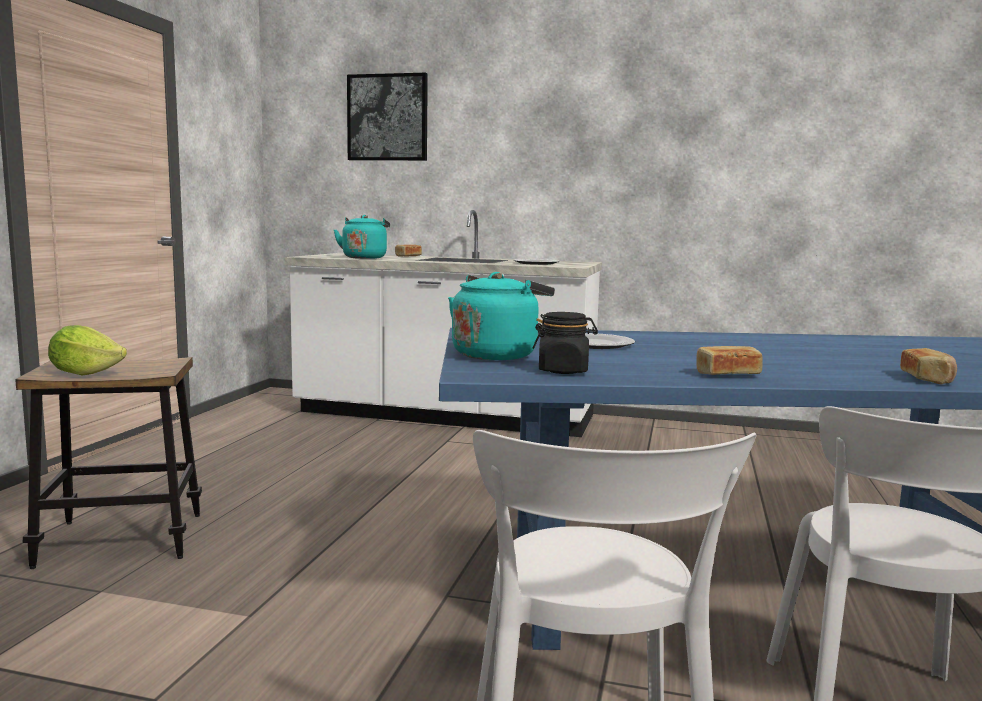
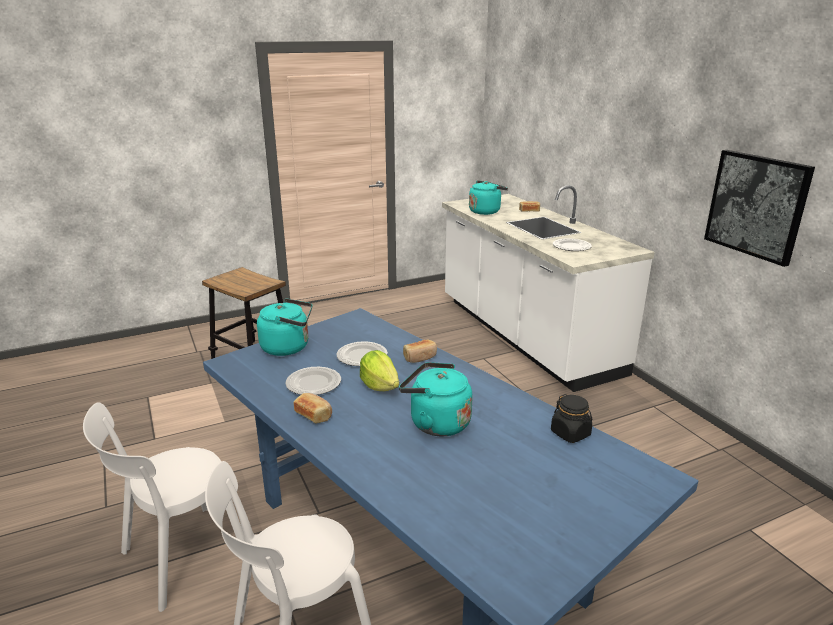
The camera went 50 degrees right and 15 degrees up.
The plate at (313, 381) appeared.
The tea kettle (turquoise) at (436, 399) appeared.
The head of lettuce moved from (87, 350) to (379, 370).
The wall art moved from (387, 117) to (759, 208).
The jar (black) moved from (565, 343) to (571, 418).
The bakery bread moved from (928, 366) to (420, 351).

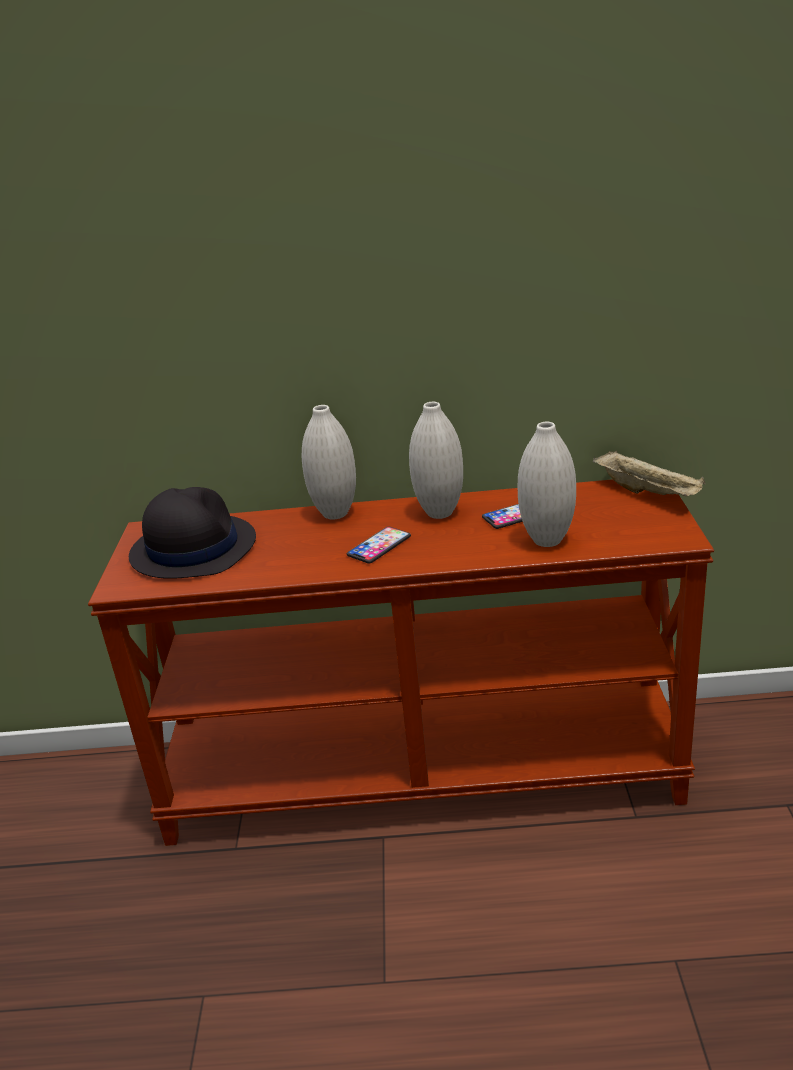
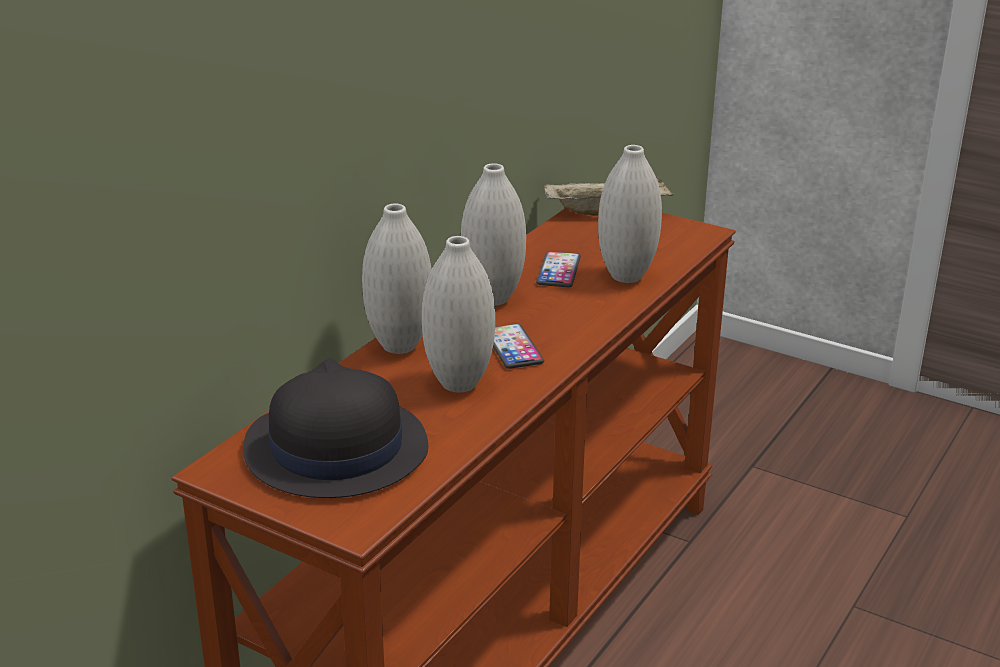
The camera went 60 degrees left and 0 degrees up.
The vase (white) at (458, 314) appeared.

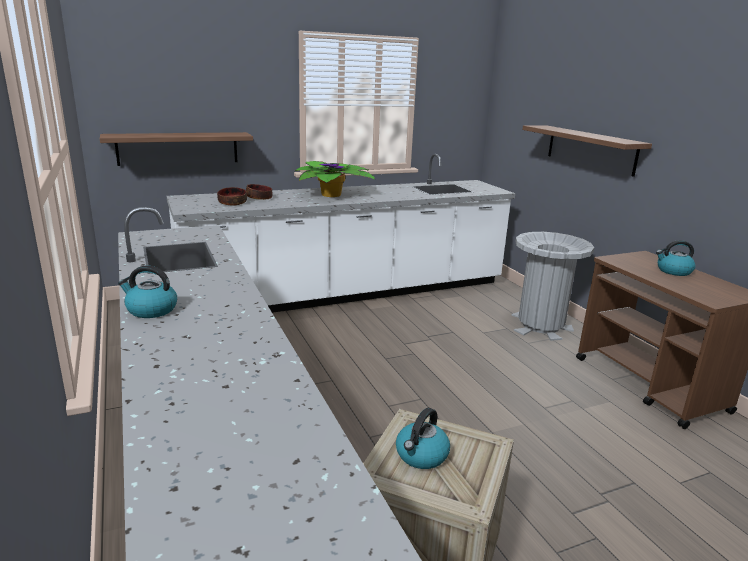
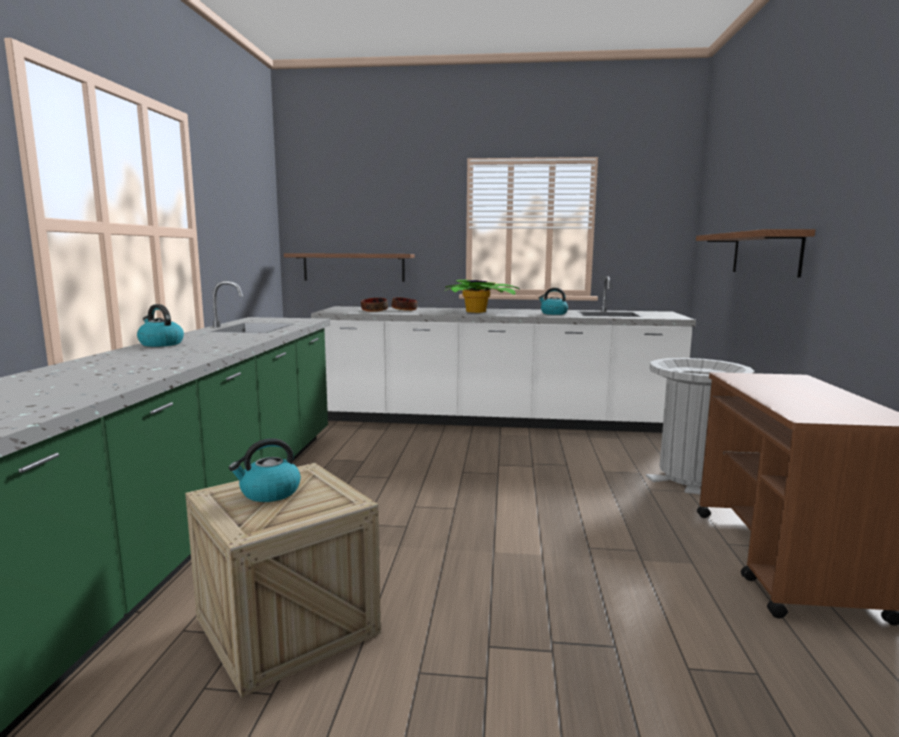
The camera went 30 degrees right and 10 degrees down.
The tea kettle moved from (675, 258) to (553, 301).

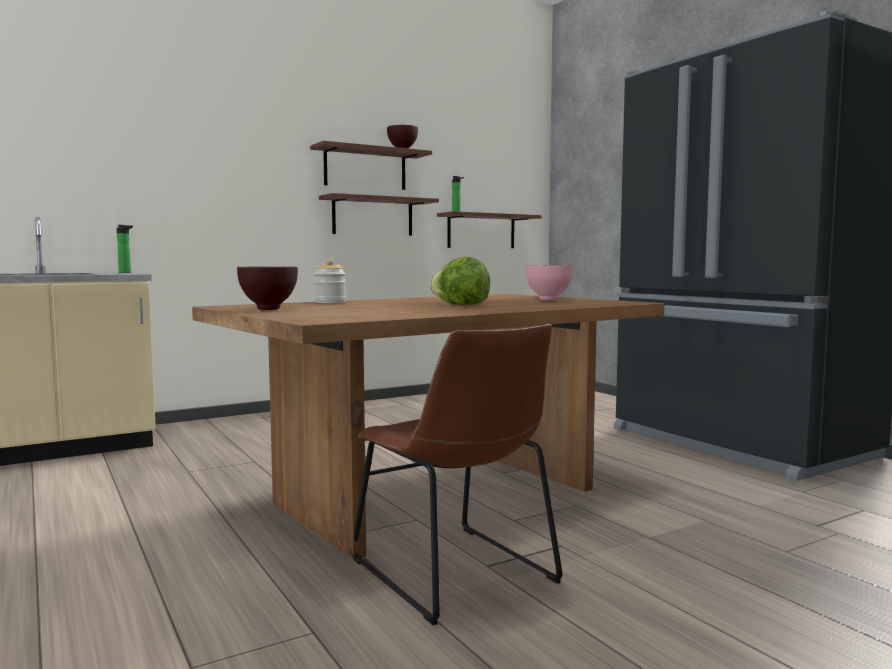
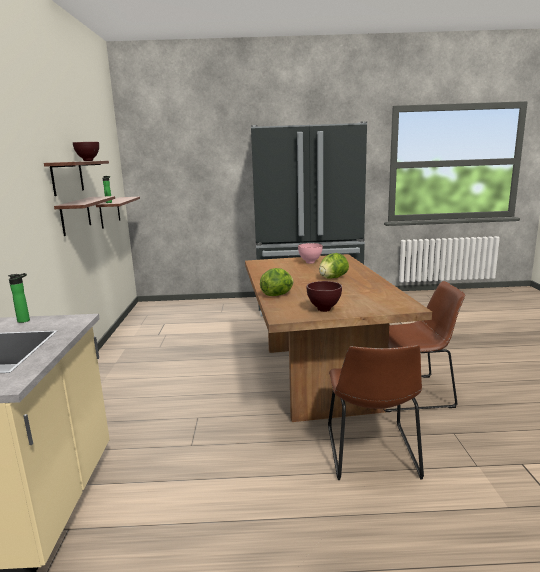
The camera went 60 degrees left and 10 degrees up.
The plain chair (brownish) at (376, 412) appeared.
The jar at (330, 281) was replaced by the head of lettuce at (276, 282).

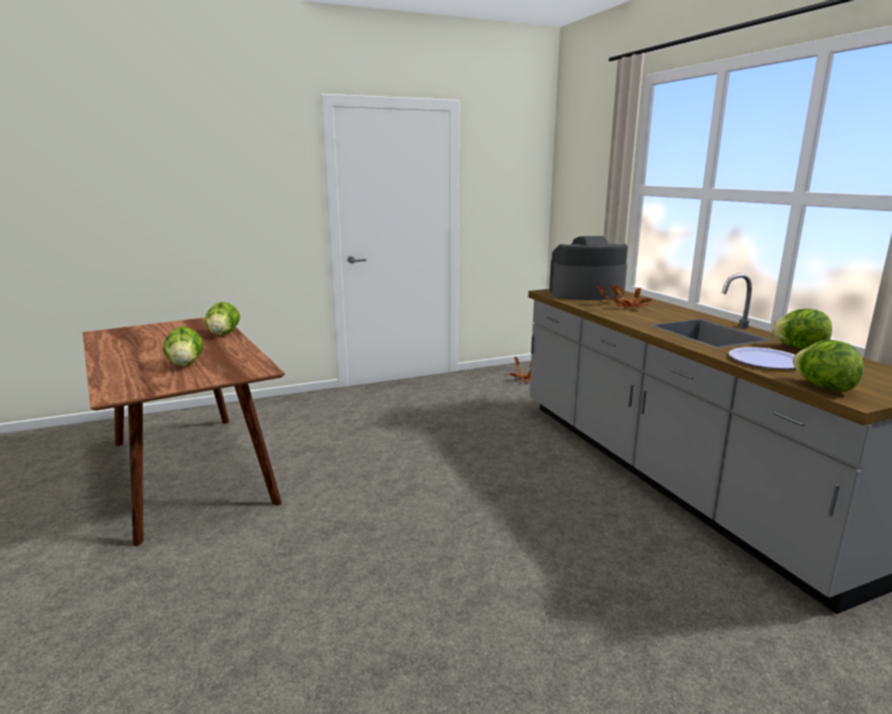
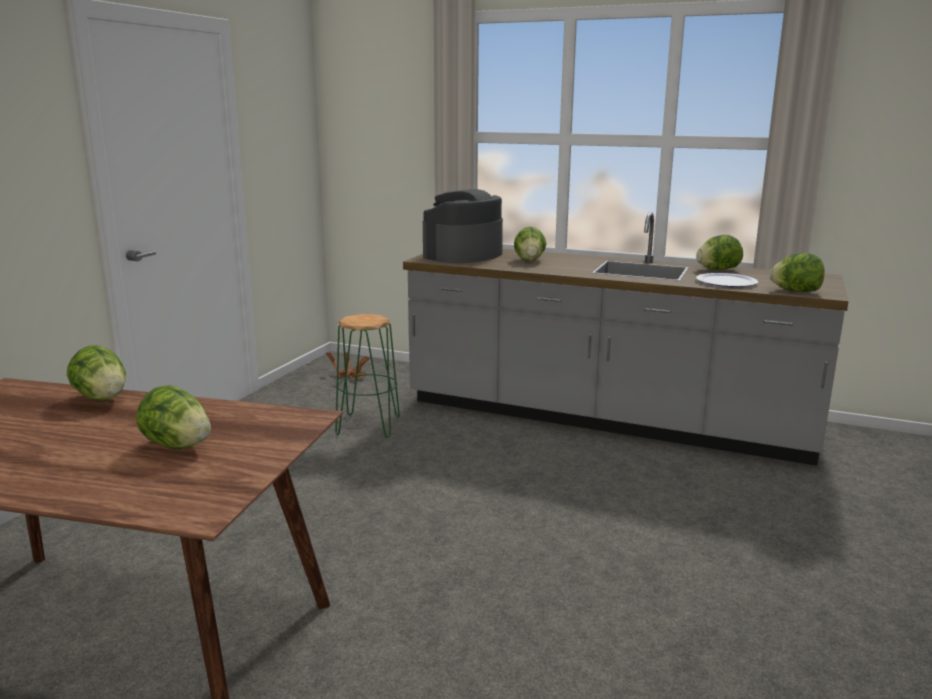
The camera went 45 degrees left and 0 degrees up.
The stool (green) at (367, 376) appeared.
The houseplant at (624, 296) was replaced by the head of lettuce at (530, 244).

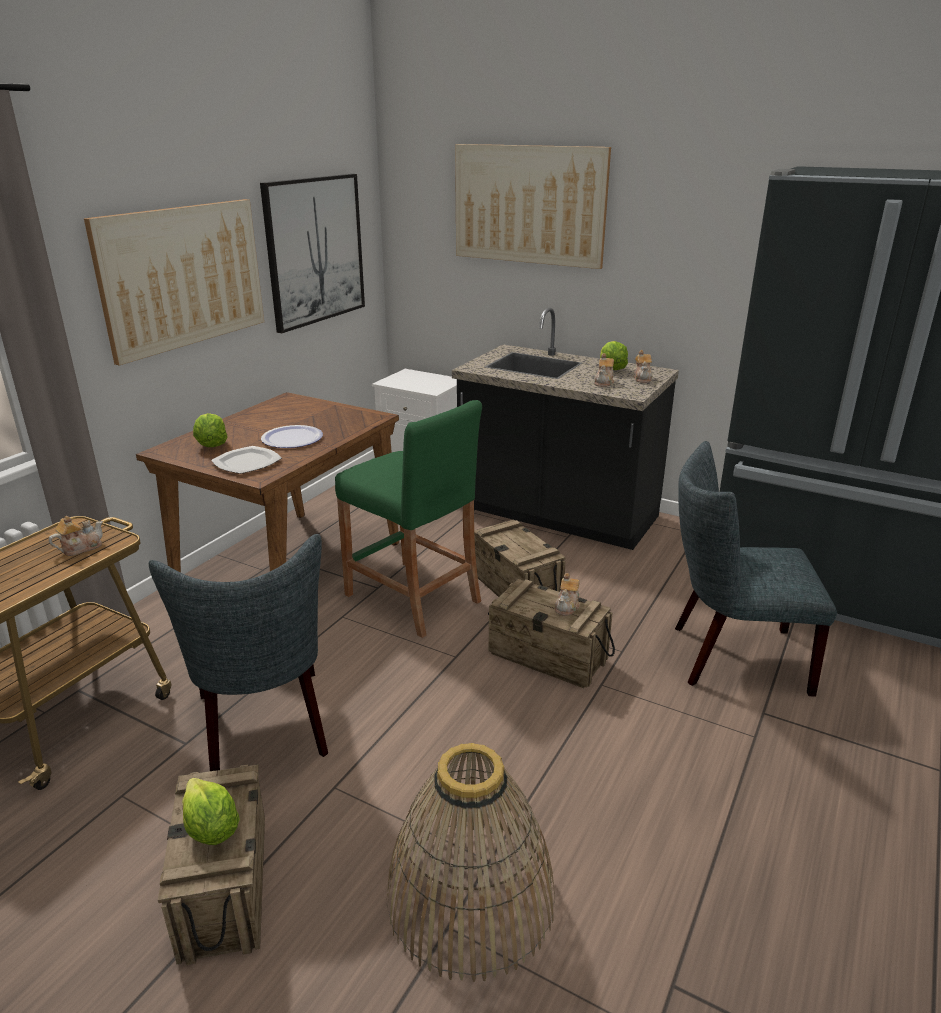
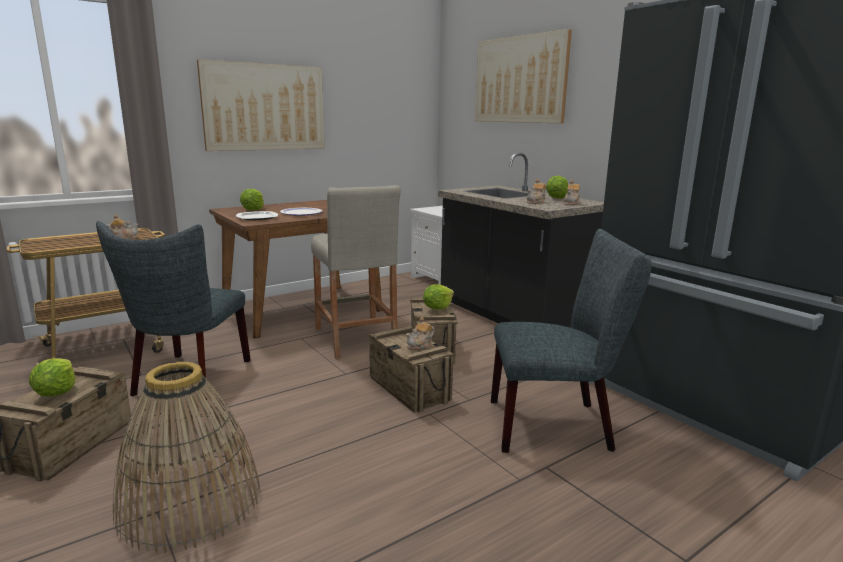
The camera went 25 degrees right and 10 degrees down.
The wall art at (312, 253) disappeared.
The head of lettuce at (438, 296) appeared.
The stool (green) at (408, 519) became the stool (sand-coloured) at (356, 272).
The plain chair (gray) at (756, 569) turned 150 degrees clockwise.

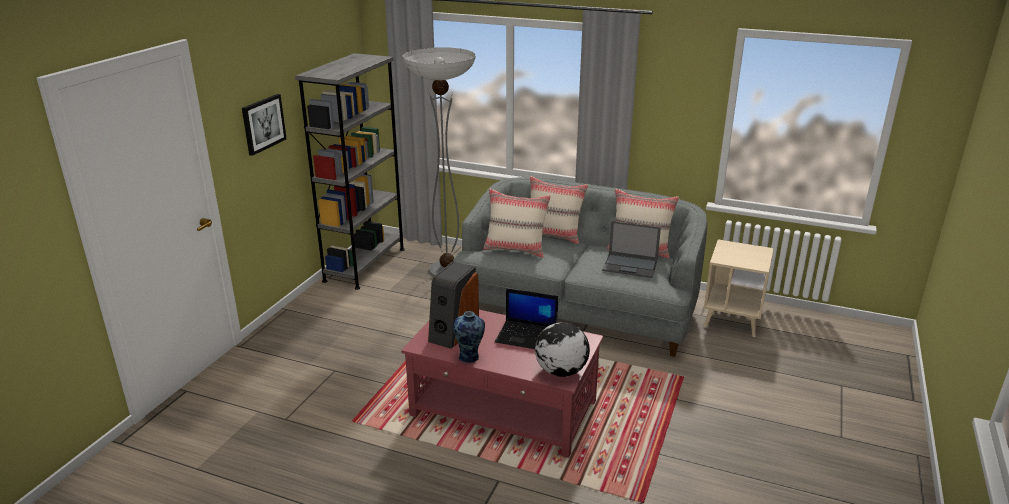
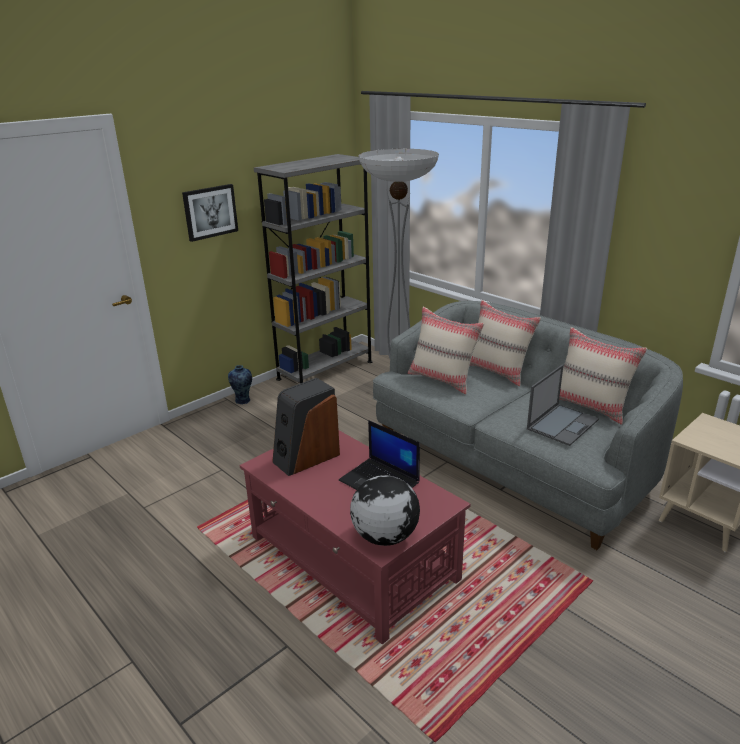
The camera went 25 degrees right and 0 degrees up.
The vase moved from (469, 337) to (240, 384).
The laptop at (631, 249) turned 90 degrees counterclockwise.

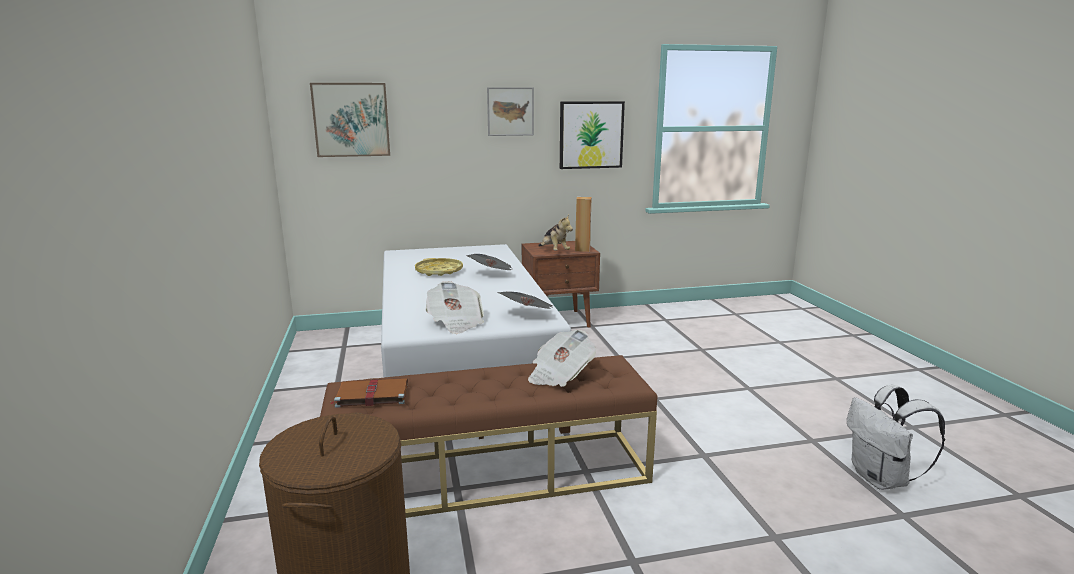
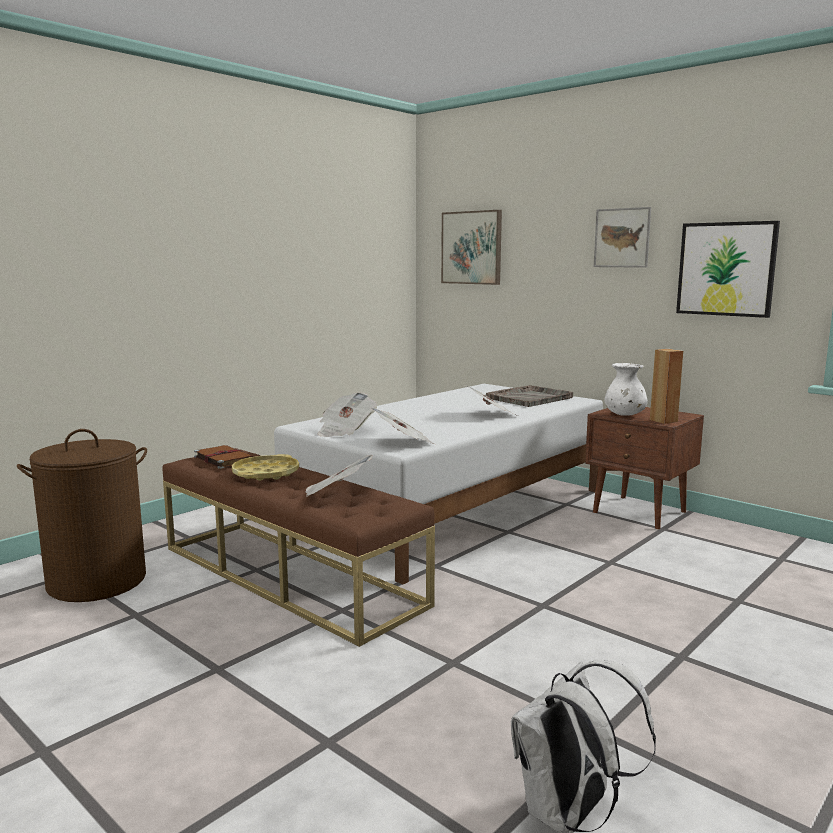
The camera went 55 degrees right and 5 degrees down.
The tray (gray) at (529, 396) appeared.
The tray (yellowish) moved from (439, 267) to (265, 467).
The soft toy at (555, 232) was replaced by the vase (white) at (626, 389).

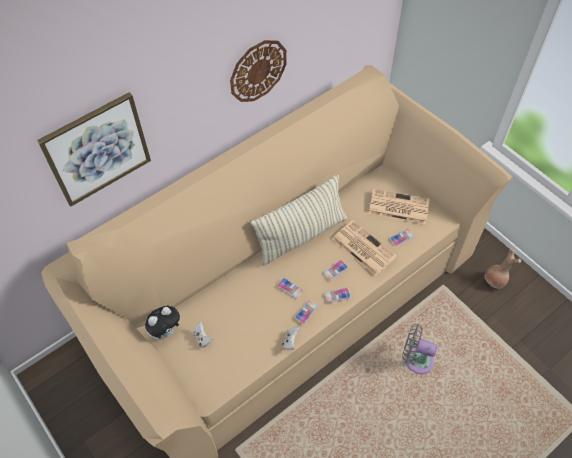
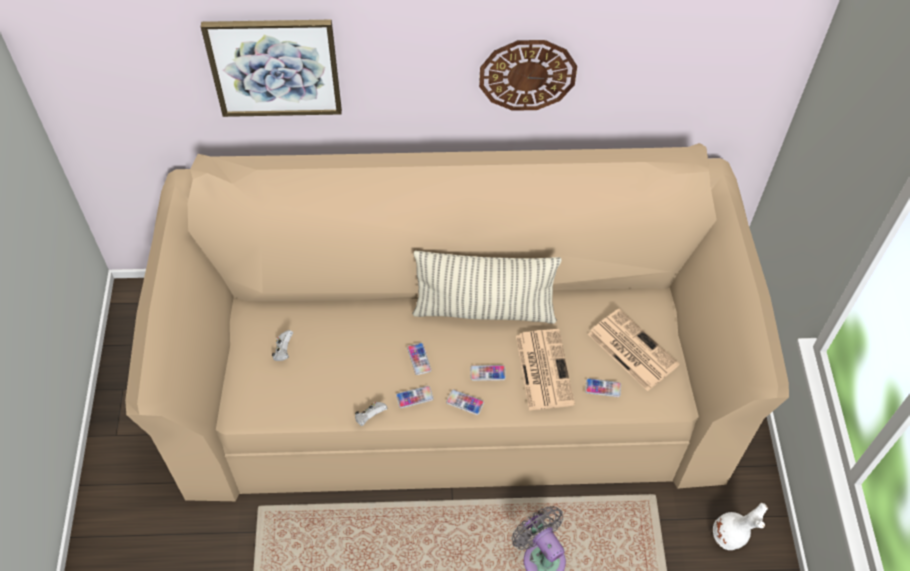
The camera went 35 degrees right and 0 degrees up.
The soft toy at (163, 323) disappeared.
The vase (brownish) at (502, 269) became the vase (white) at (740, 526).

